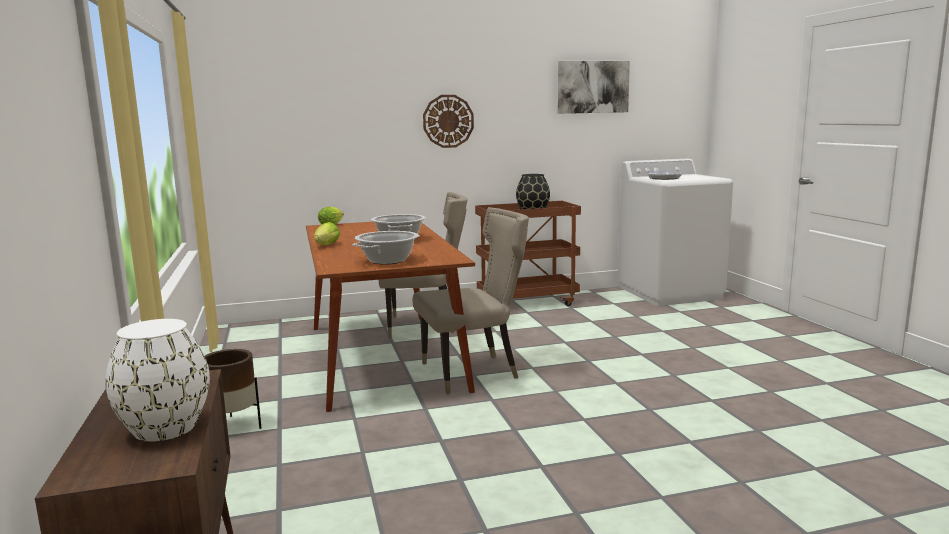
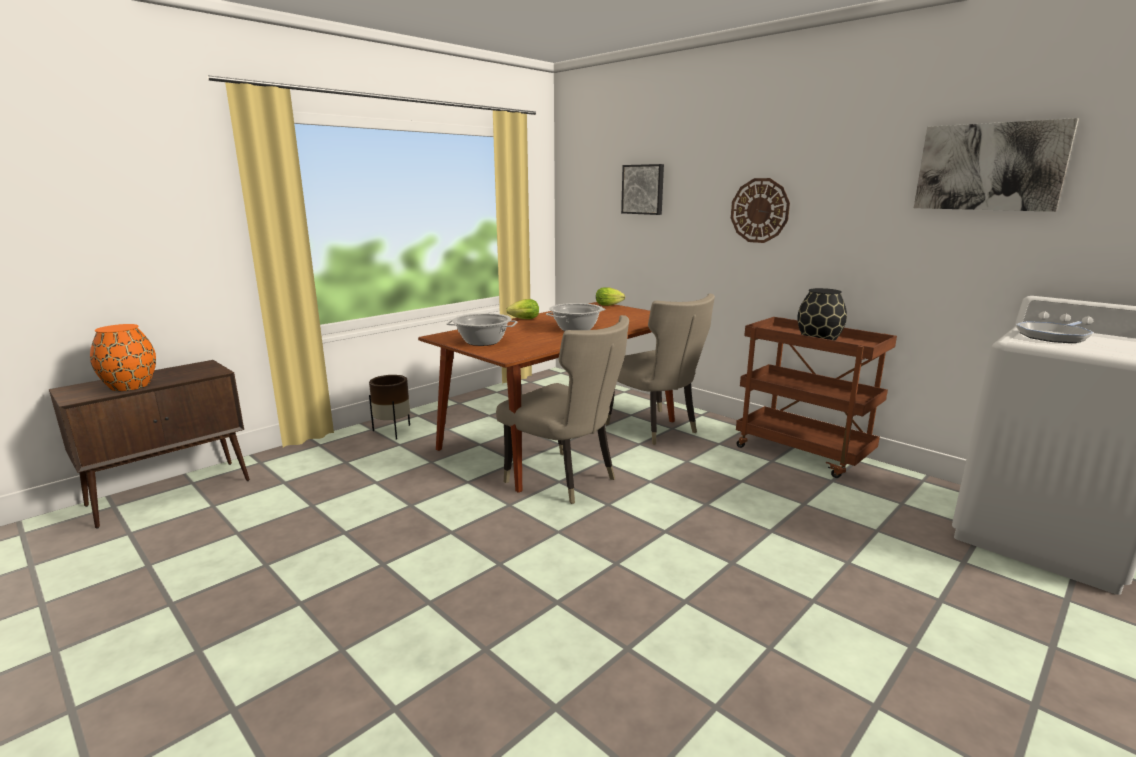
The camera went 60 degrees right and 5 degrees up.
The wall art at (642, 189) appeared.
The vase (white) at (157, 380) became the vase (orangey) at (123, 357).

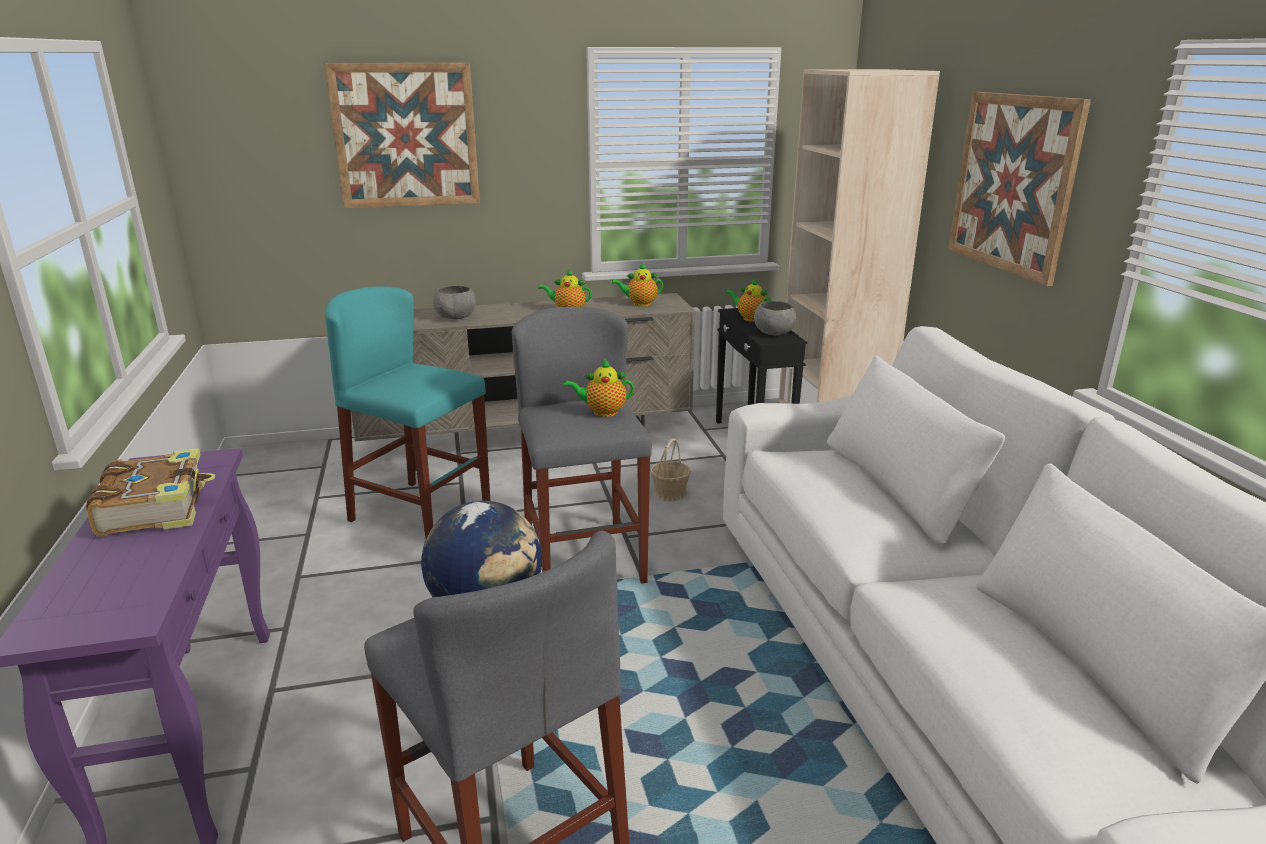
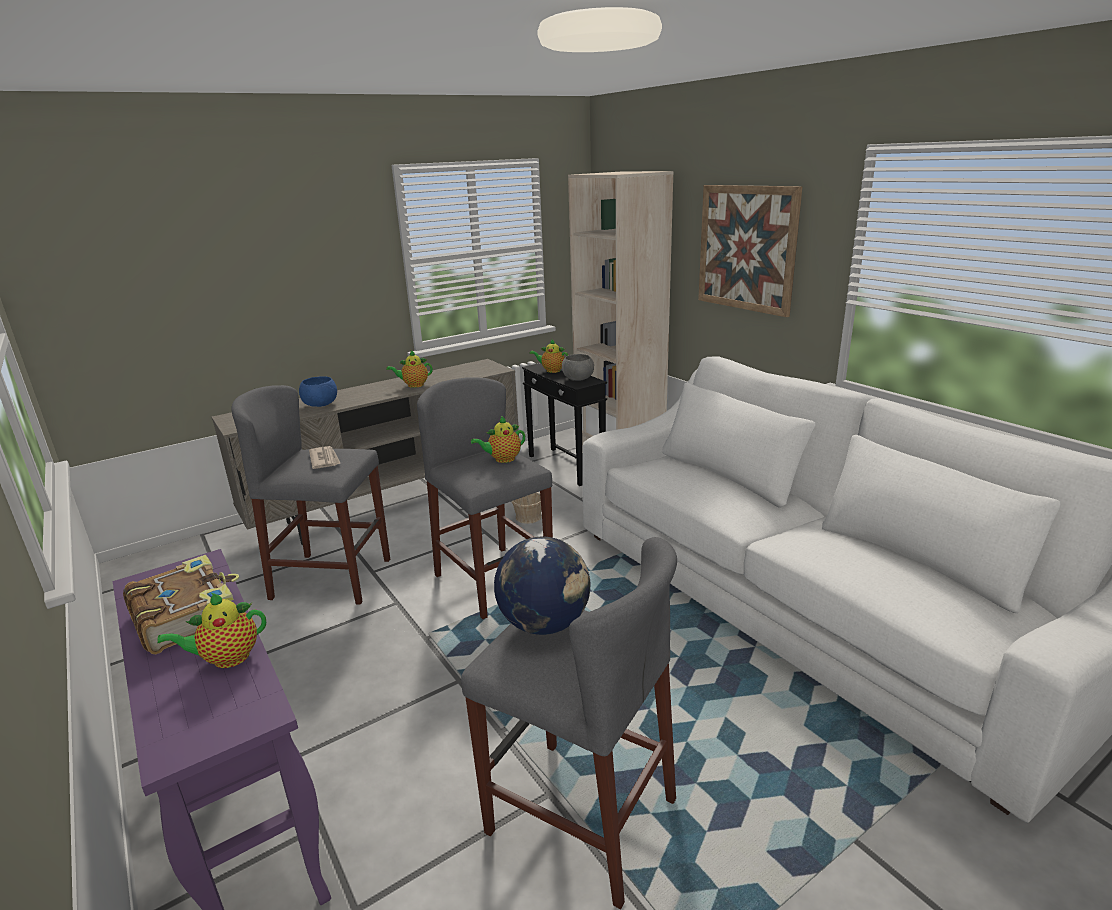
The camera went 20 degrees left and 0 degrees up.
The wall art at (402, 135) disappeared.
The daily paper at (325, 457) appeared.
The teapot moved from (637, 284) to (211, 630).
The stool (turquoise) at (407, 412) became the stool (gray) at (310, 495).
The serving bowl (gray) at (454, 302) became the serving bowl (blue) at (318, 391).

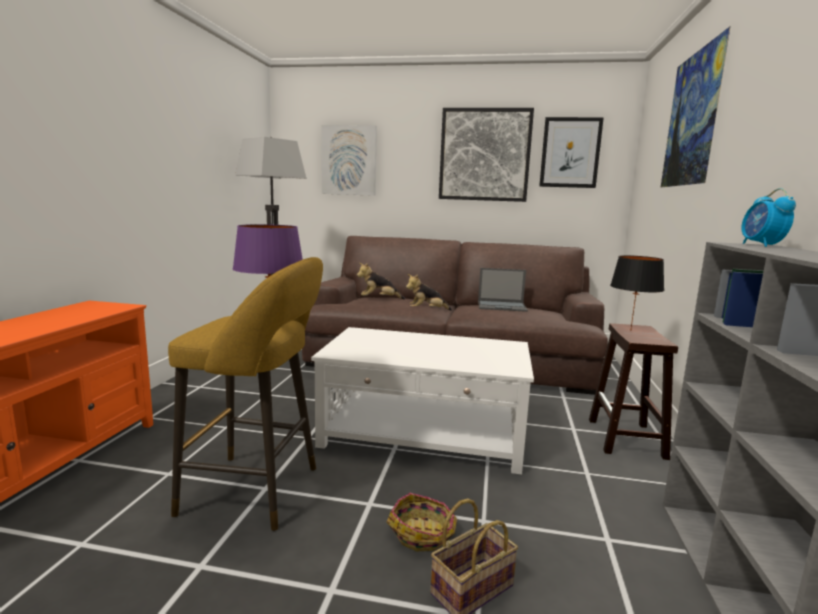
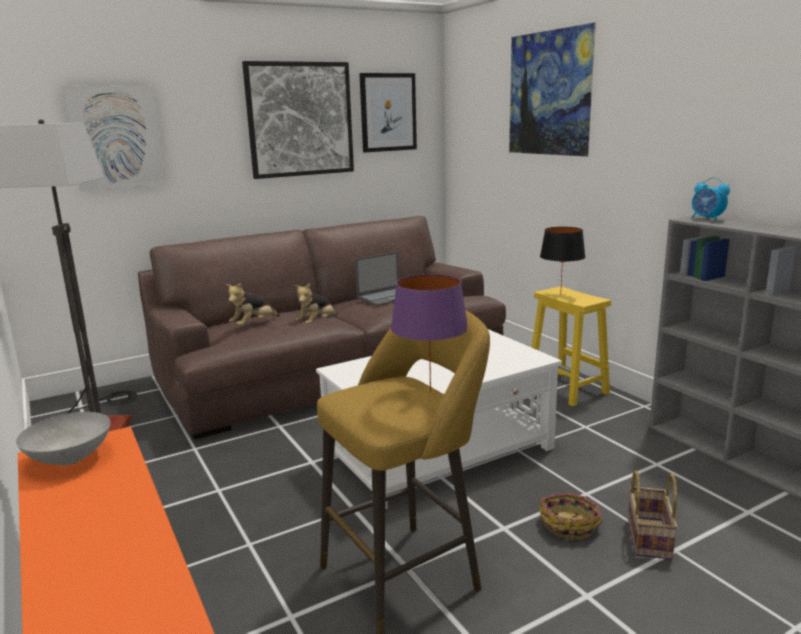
The camera went 40 degrees left and 5 degrees up.
The serving bowl (gray) at (63, 439) appeared.
The stool (brownish) at (633, 391) became the stool (yellowish) at (571, 346).

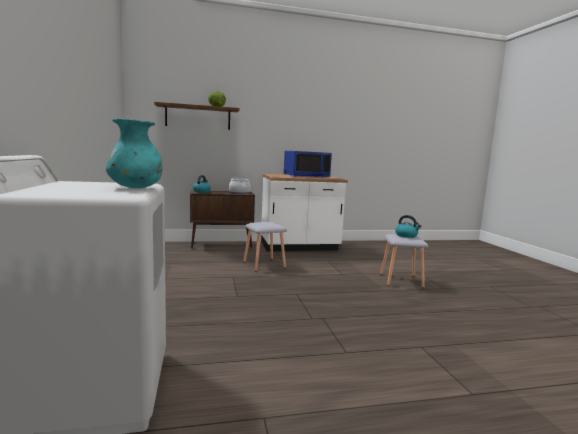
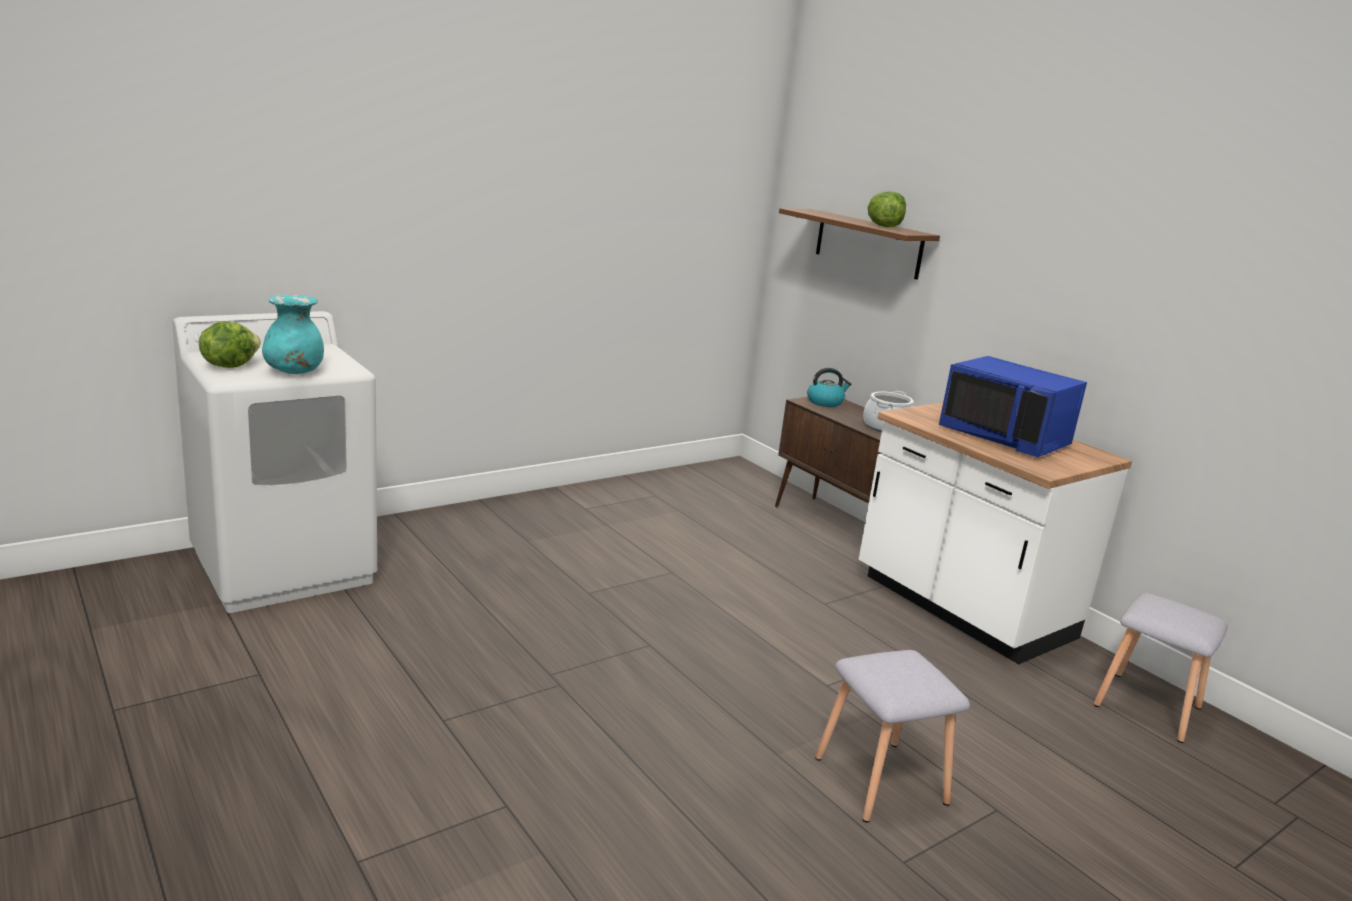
The camera went 65 degrees right and 10 degrees up.
The tea kettle at (408, 226) disappeared.
The head of lettuce at (230, 345) appeared.
The stool (gray) moved from (265, 247) to (1161, 668).

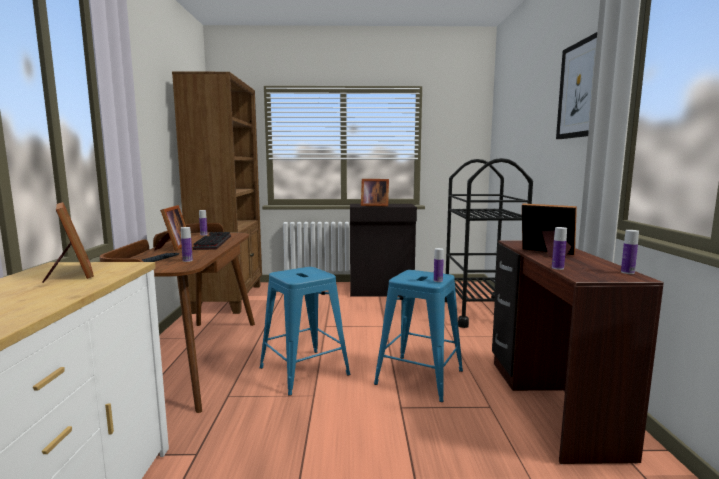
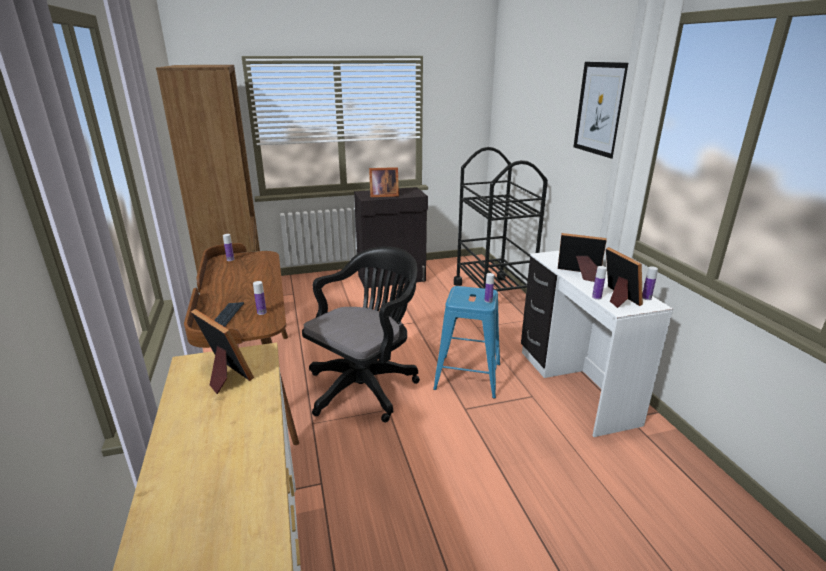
The camera went 15 degrees left and 15 degrees up.
The PC keyboard at (212, 241) disappeared.
The standing frame moved from (170, 228) to (624, 277).
The stool (blue) at (304, 331) was replaced by the desk chair (black) at (361, 334).
The desk unit (brownish) at (578, 352) became the desk unit (white) at (597, 343).

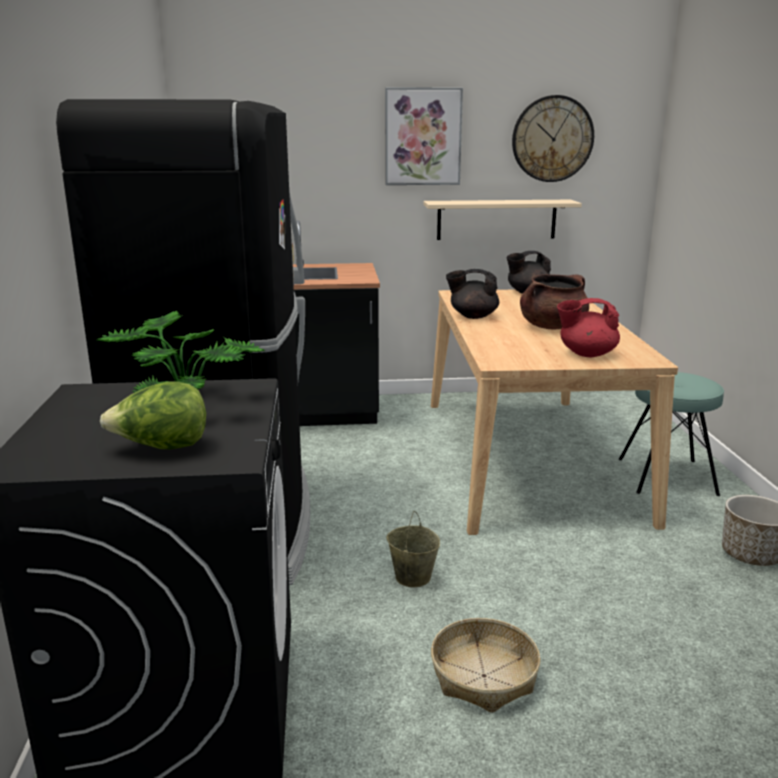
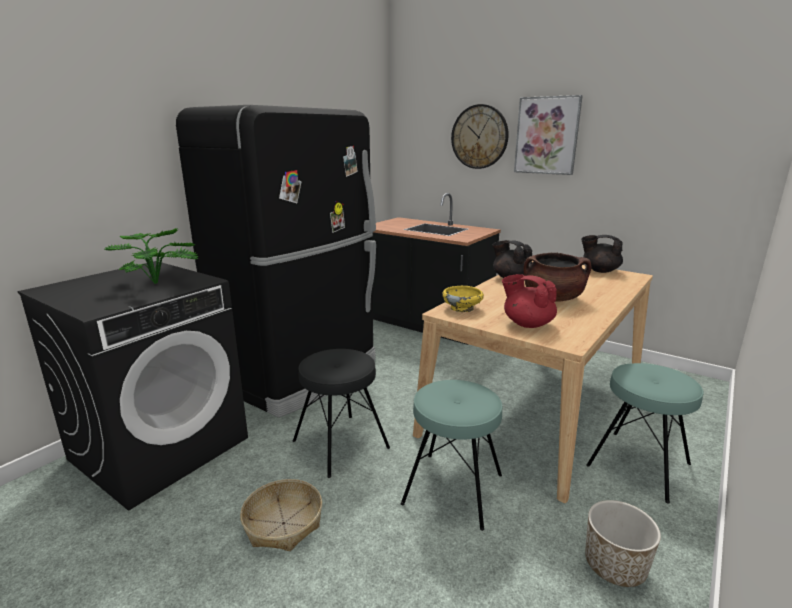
The camera went 40 degrees right and 0 degrees up.
The head of lettuce at (153, 415) disappeared.
The wall shelf (sand-coloured) at (502, 220) disappeared.
The stool (turquoise) at (451, 455) appeared.
The serving bowl (yellowish) at (463, 299) appeared.
The hanging clock moved from (553, 138) to (480, 136).
The bucket (sand-coloured) at (413, 549) was replaced by the stool (black) at (341, 413).

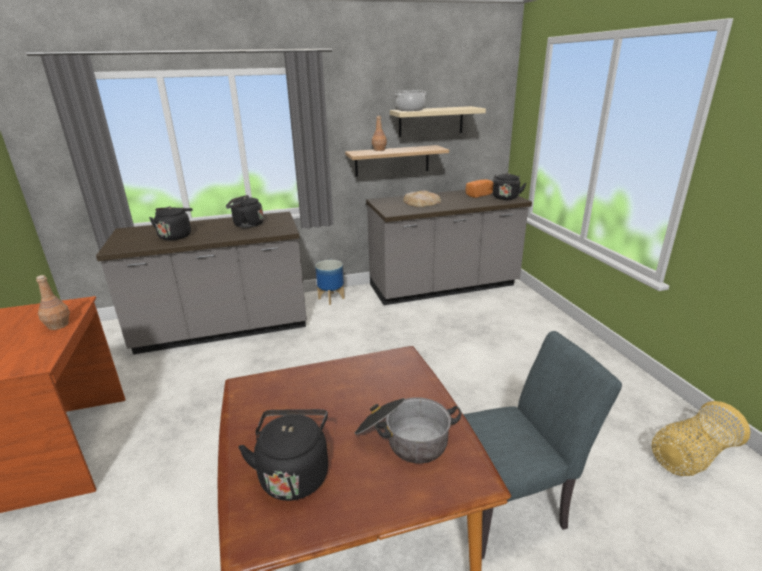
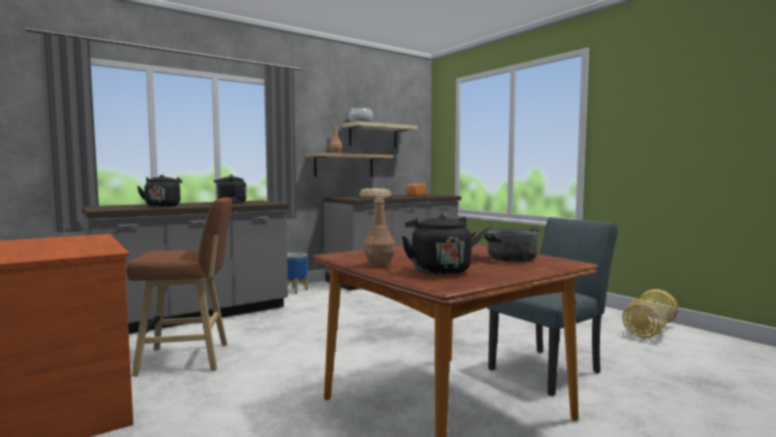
The camera went 20 degrees left and 20 degrees down.
The tea kettle (black) at (509, 186) disappeared.
The stool (brownish) at (179, 287) appeared.
The drink bottle (brownish) moved from (53, 302) to (379, 232).

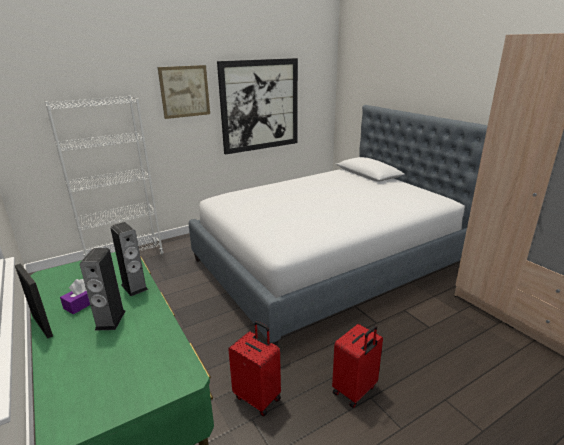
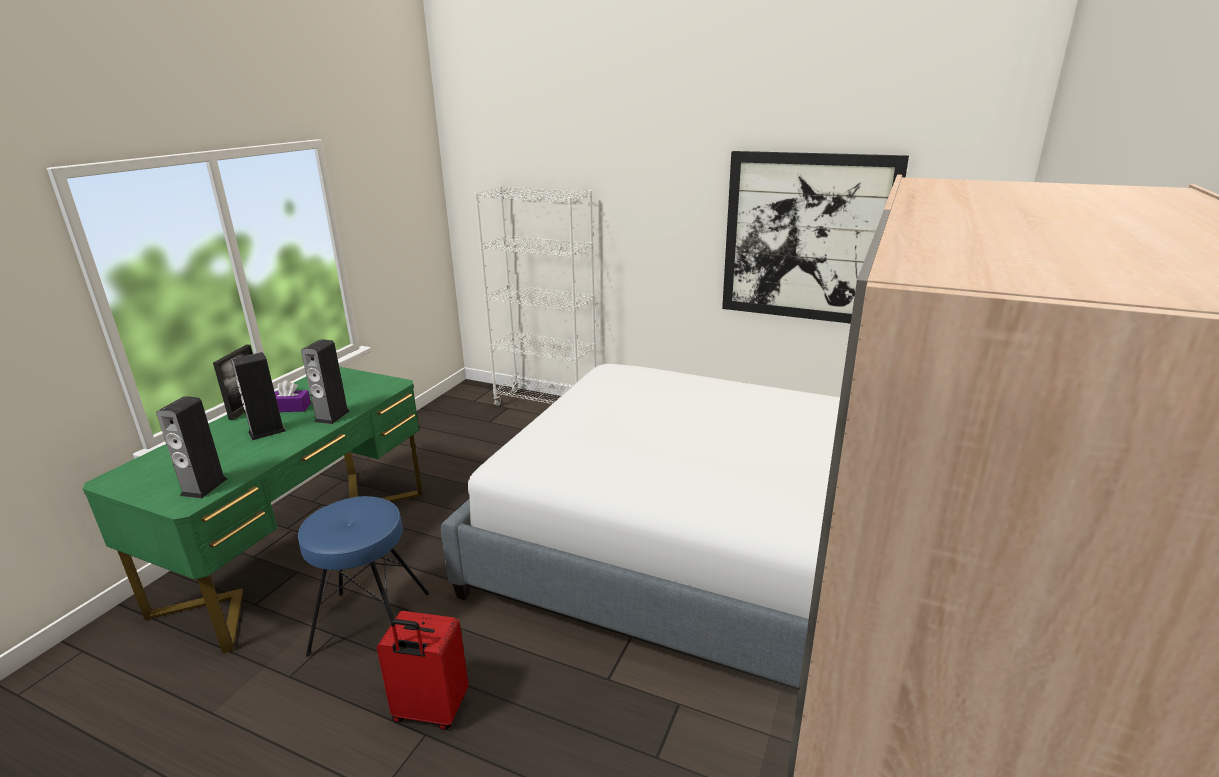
The camera went 55 degrees right and 0 degrees up.
The wall art at (184, 92) disappeared.
The loudspeaker at (192, 447) appeared.
The suitcase (red) at (254, 368) was replaced by the stool (blue) at (363, 576).

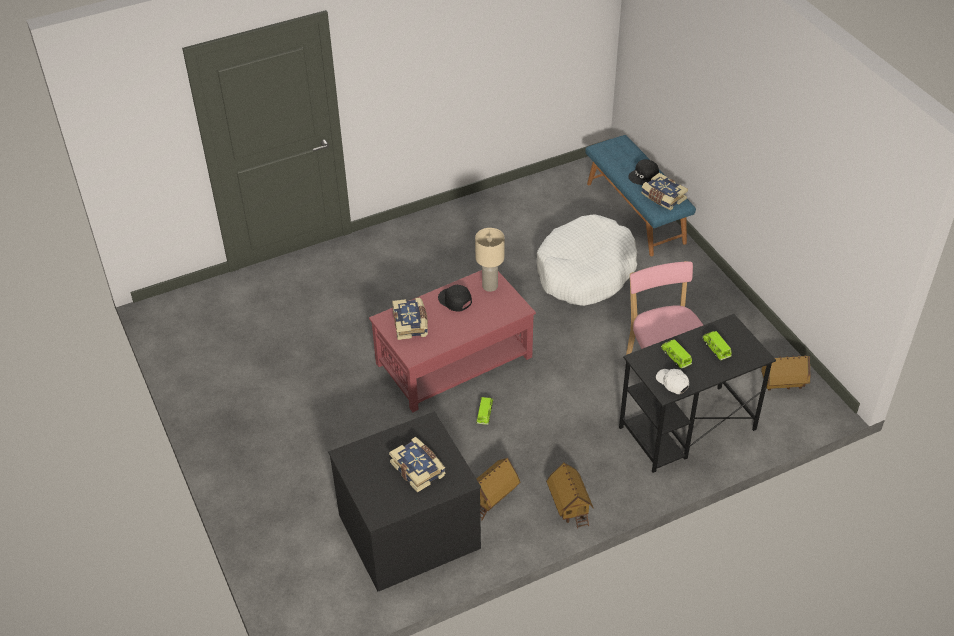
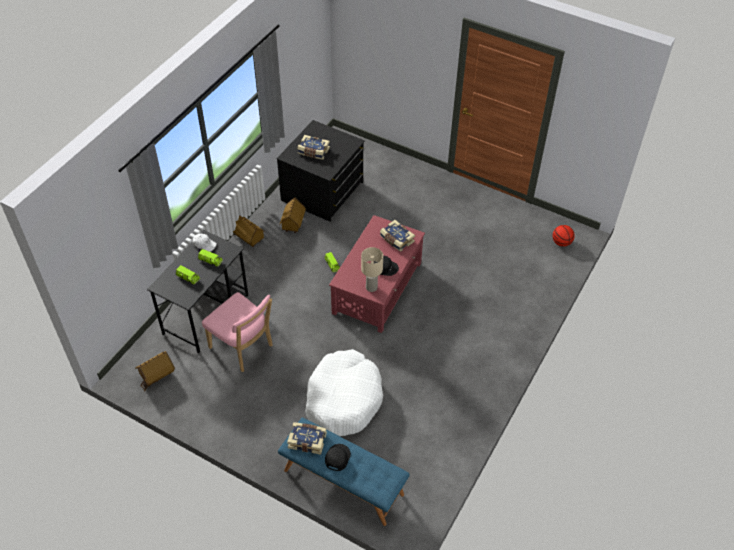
The camera went 145 degrees right and 5 degrees up.
The ball for basketball at (563, 236) appeared.

